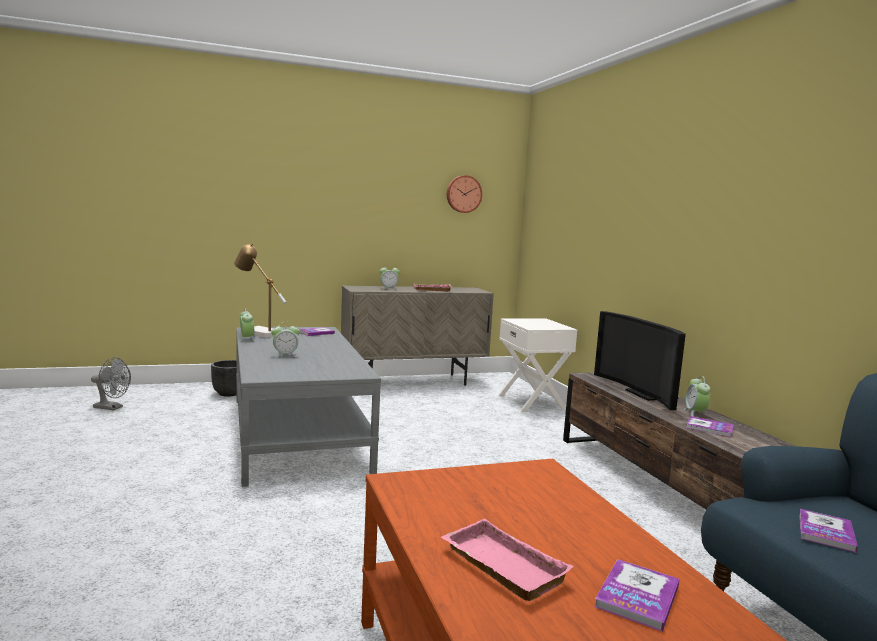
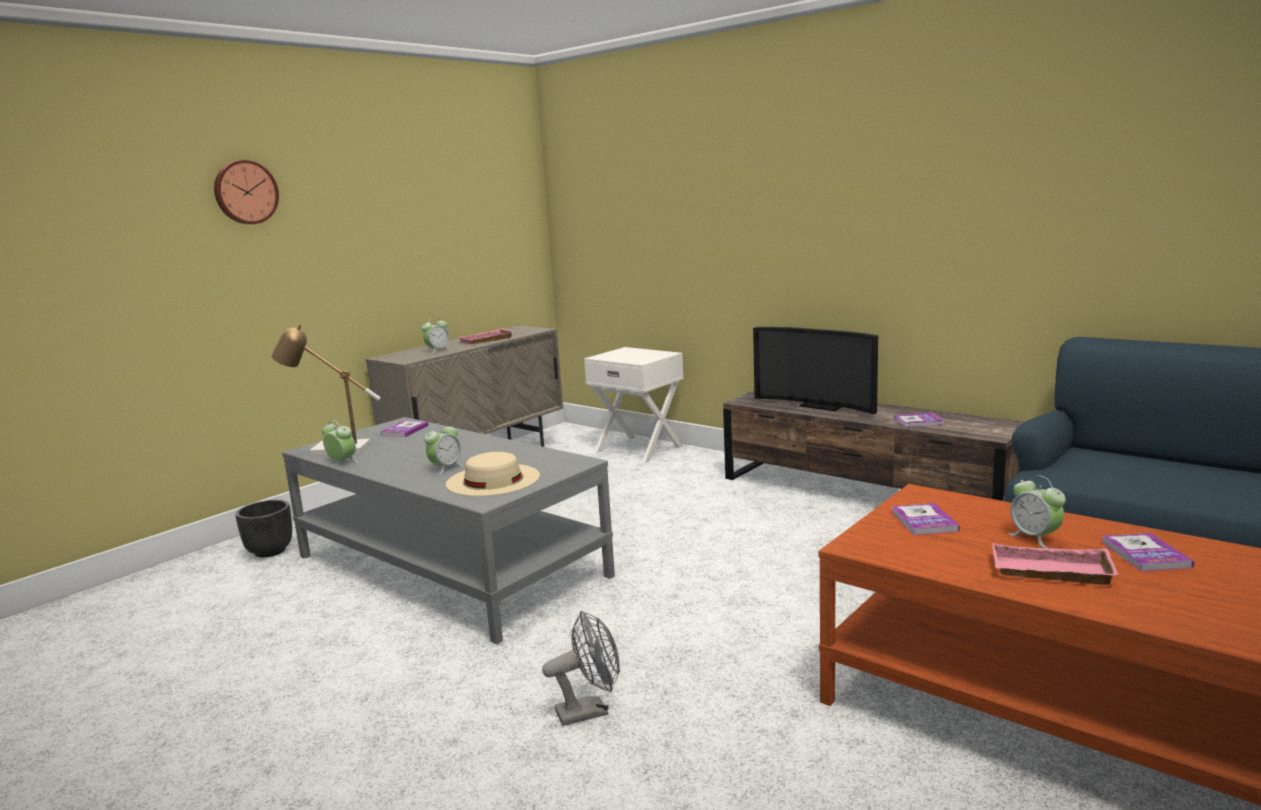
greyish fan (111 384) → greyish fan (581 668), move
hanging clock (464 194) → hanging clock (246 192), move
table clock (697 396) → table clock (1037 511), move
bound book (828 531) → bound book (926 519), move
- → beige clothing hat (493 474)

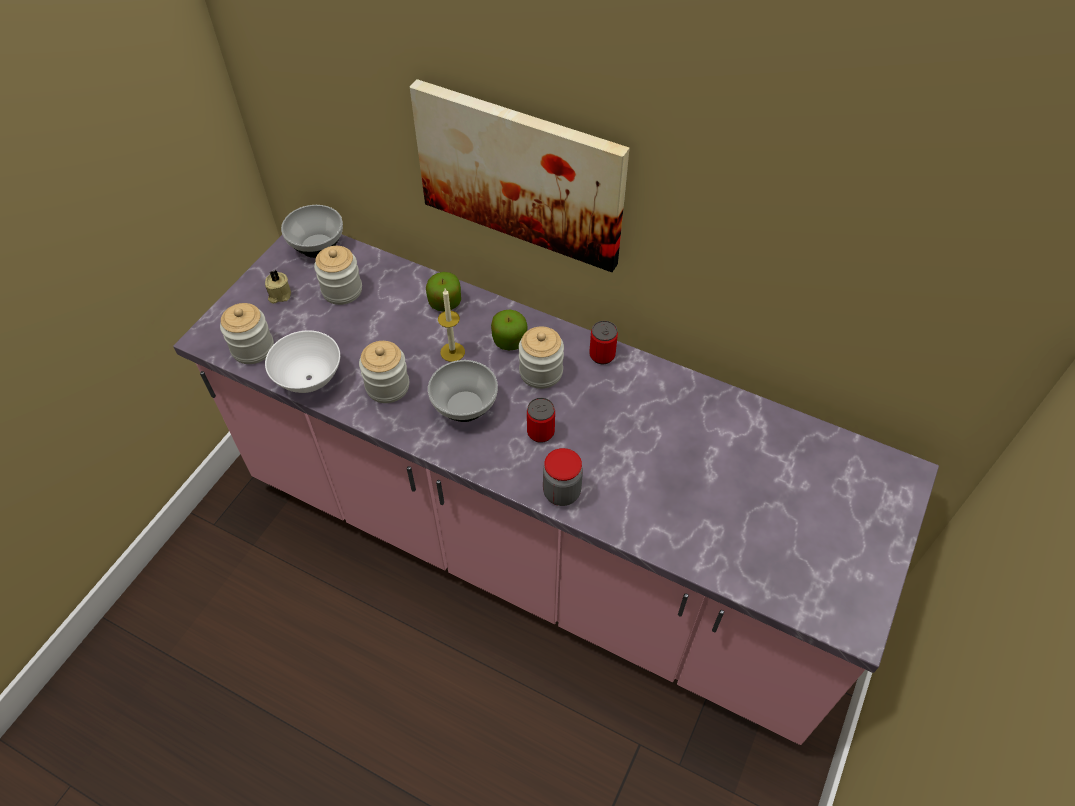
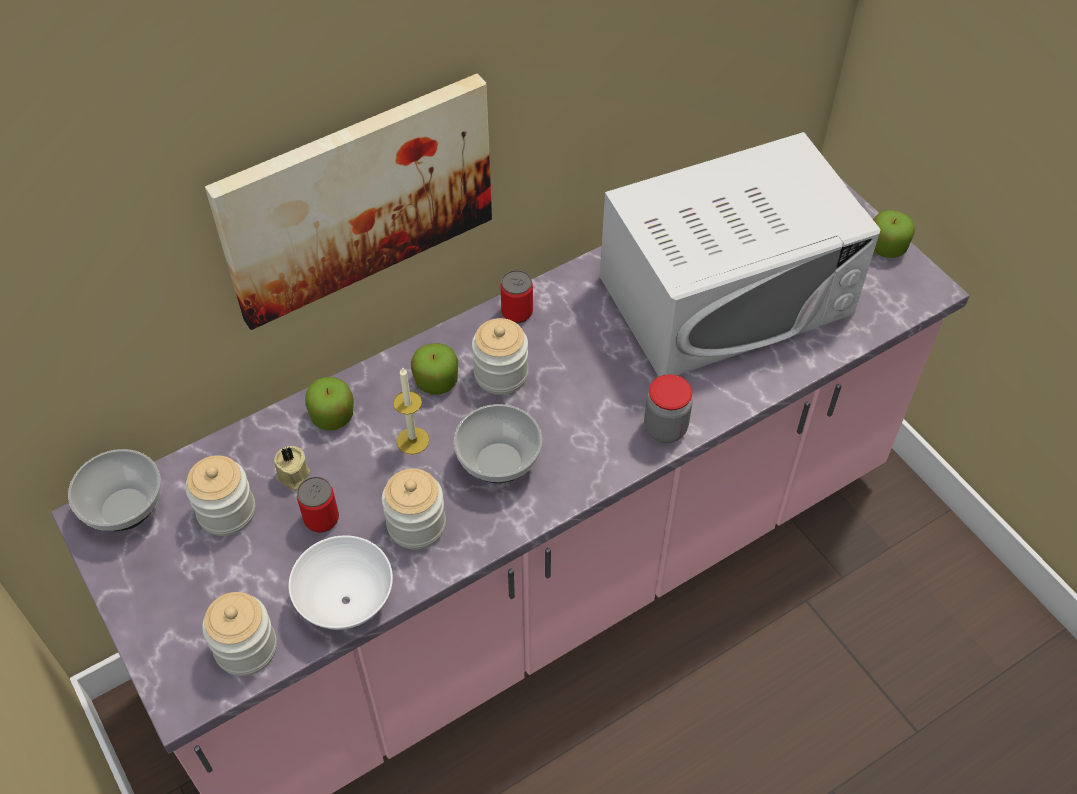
beige wax light (278 287) → beige wax light (292 468), move
metal can (541 420) → metal can (318 505), move
- → white-coloured microwave oven (740 254)
- → apple fruit (894 234)

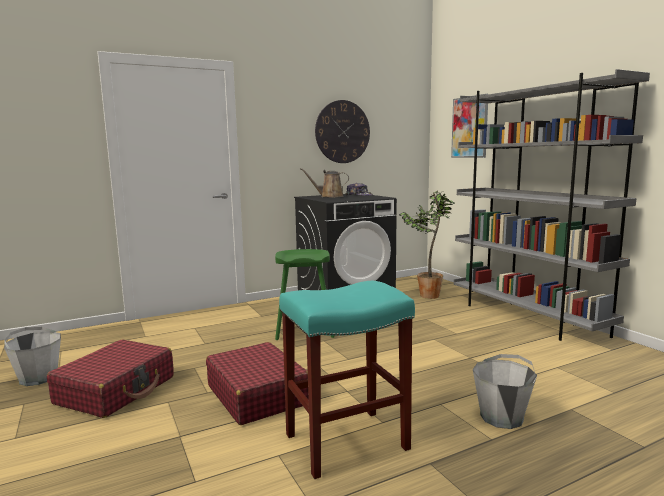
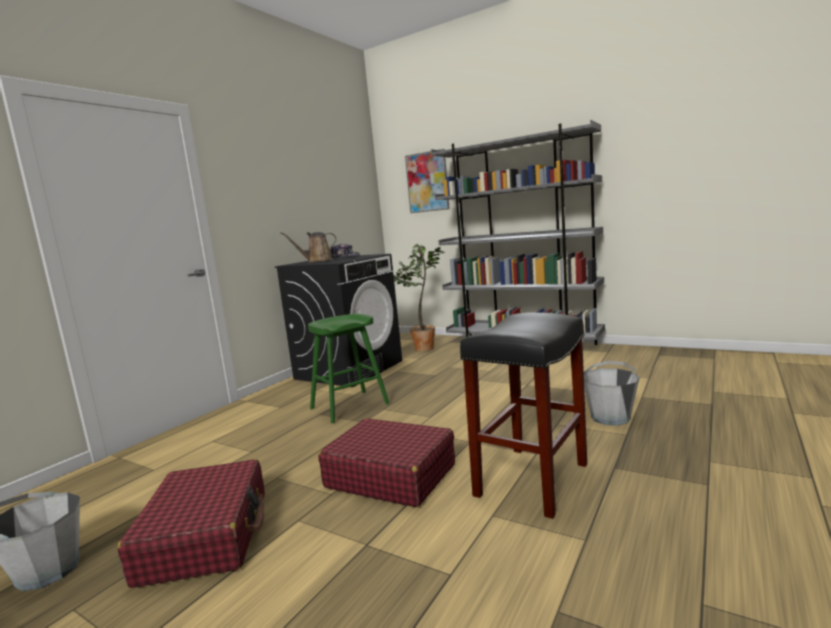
turquoise-coloured sitting stool (347 379) → black-coloured sitting stool (523 415)
hanging clock (342 131) → -

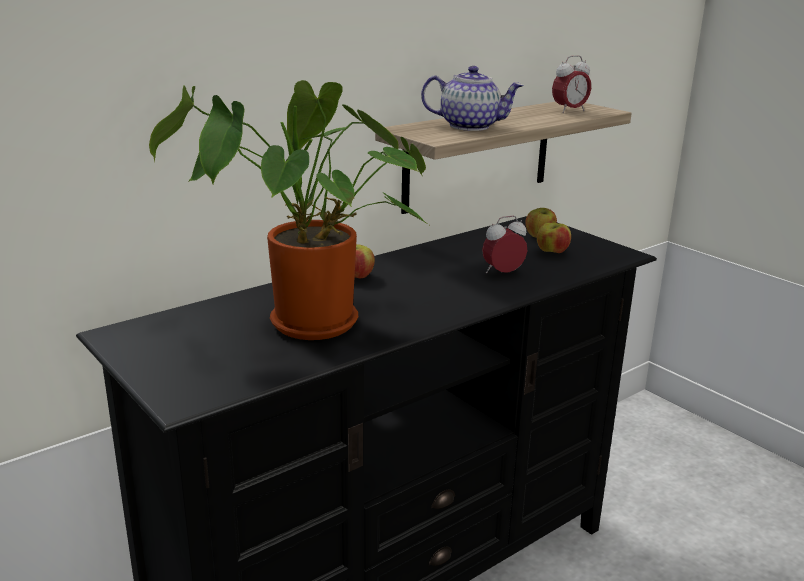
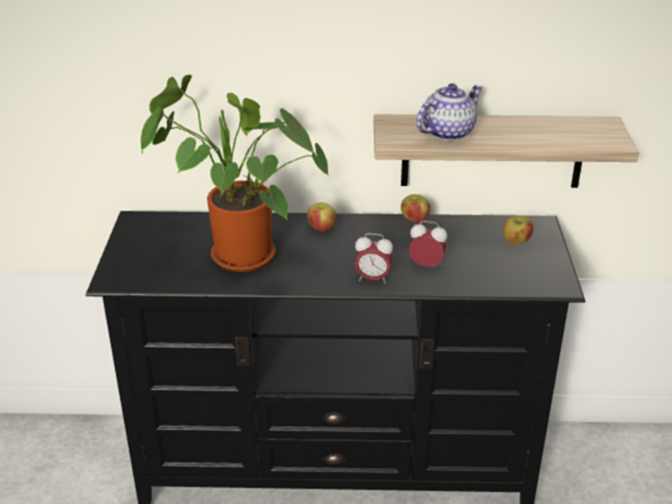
teapot (472 98) → teapot (449 112), 90 degrees counterclockwise
apple fruit (554 238) → apple fruit (415 208), move
table clock (571 84) → table clock (374 258), move

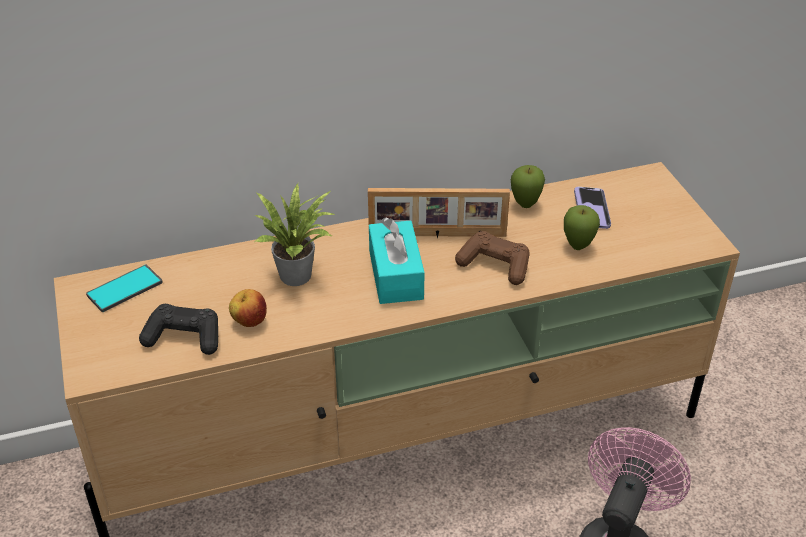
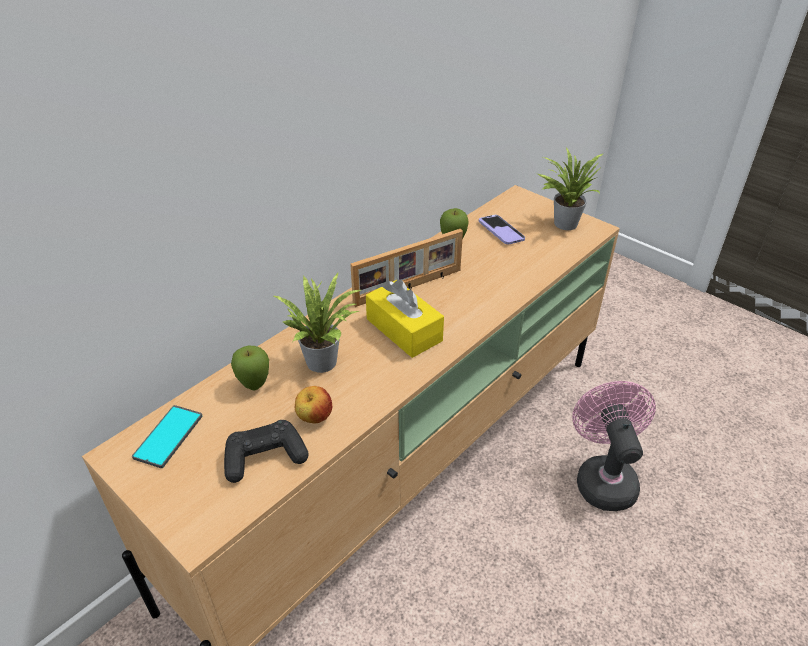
turquoise-coloured tissue box (397 260) → yellow-coloured tissue box (405 318)
brown game controller (492 258) → -
apple fruit (582 227) → apple fruit (250 368), move
- → houseplant (571 189)

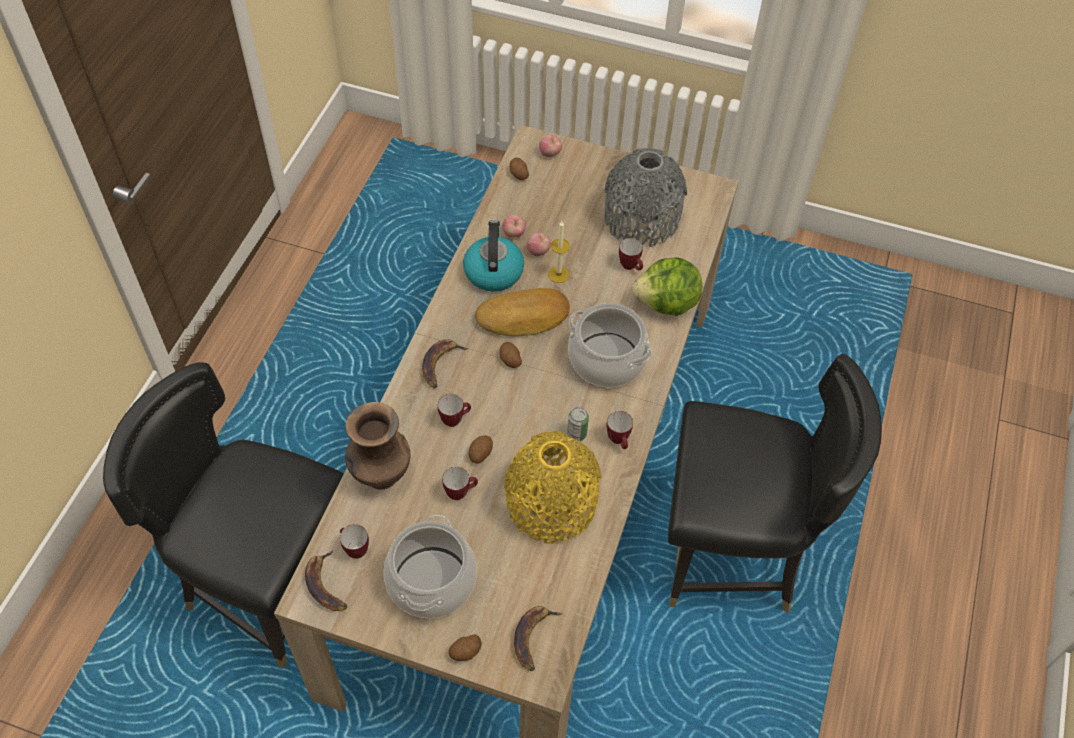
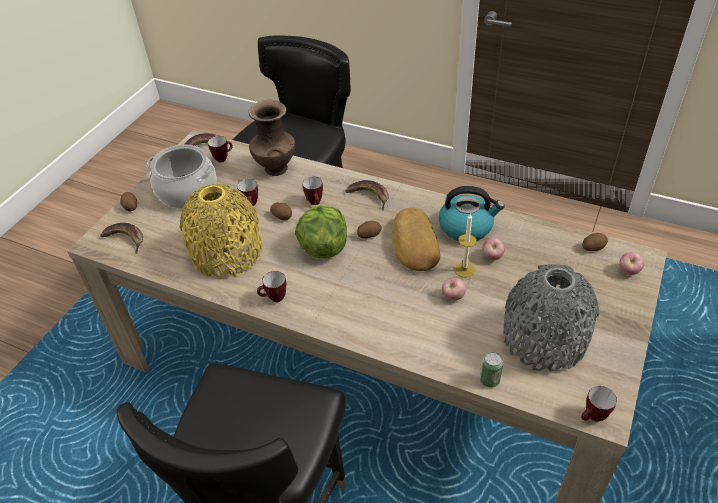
apple fruit (514 226) → apple fruit (454 289), move
metal can (578 424) → metal can (491 370), move
stockpot (610 345) → -
coffee mug (631 254) → coffee mug (599 404), move
lettuce head (667 286) → lettuce head (321 231), move

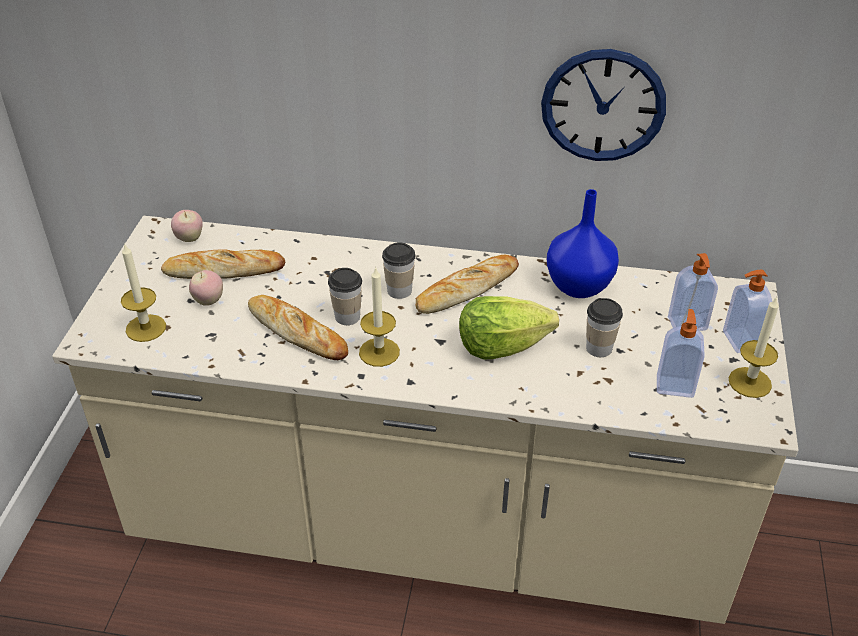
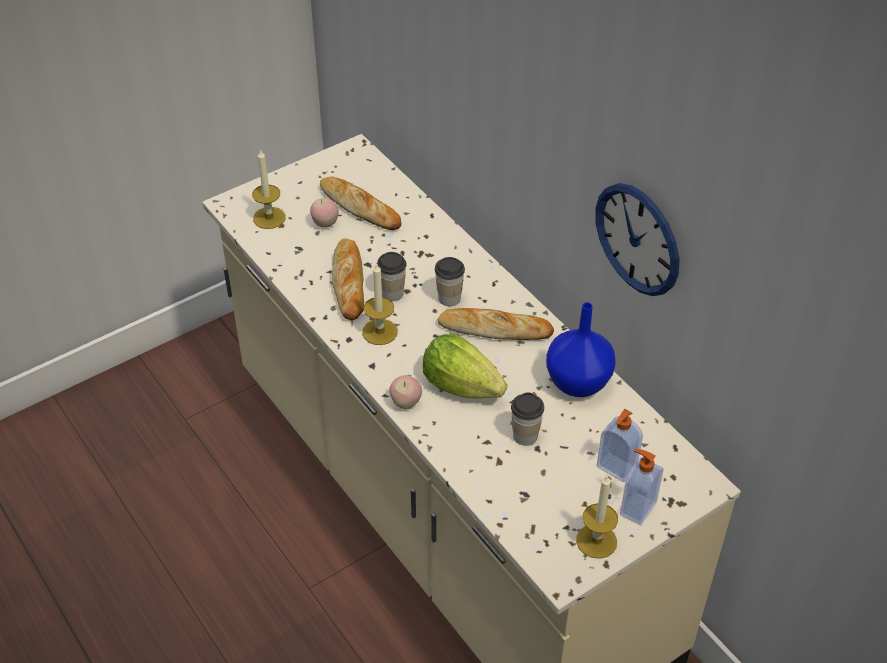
apple fruit (187 226) → apple fruit (405 392), move
liquid soap bottle (681 353) → -

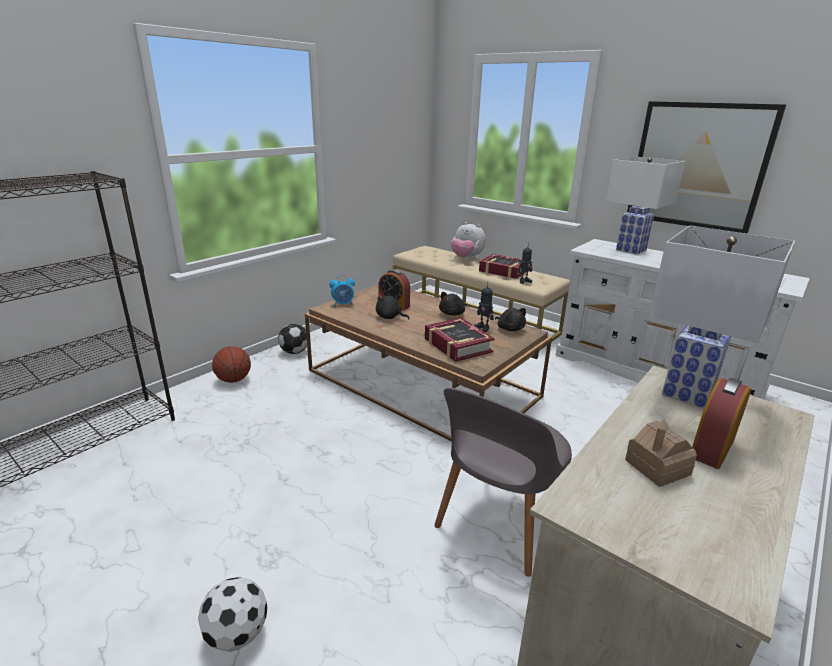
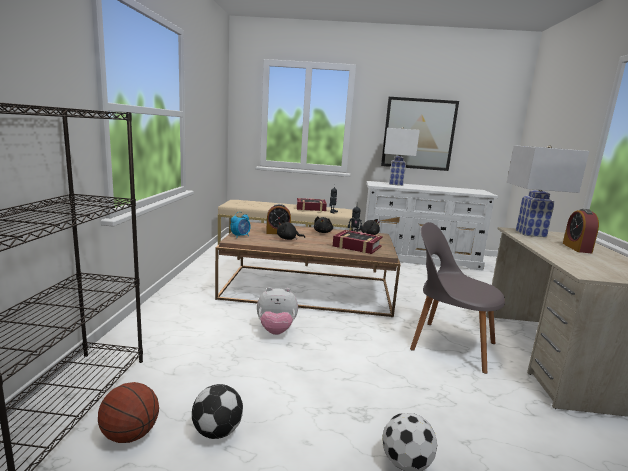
basketball ball (231 364) → basketball ball (128 412), move
football ball (292 339) → football ball (217 411), move
greyish upright chair (503 482) → greyish upright chair (457 298), 120 degrees clockwise
plush toy (468 240) → plush toy (277 311), move
model house (661 453) → -

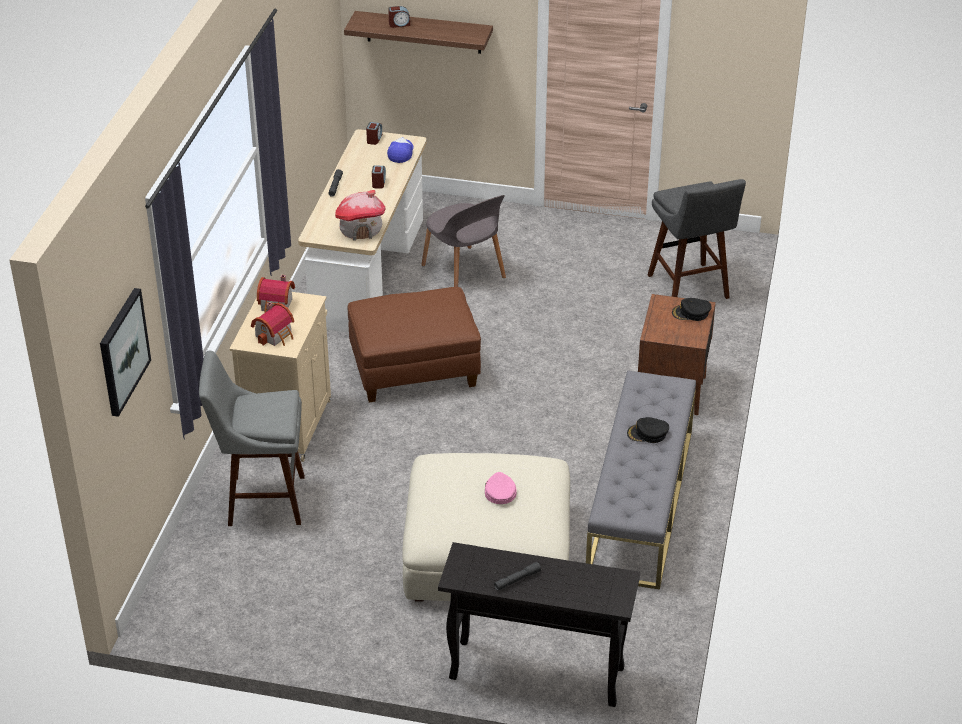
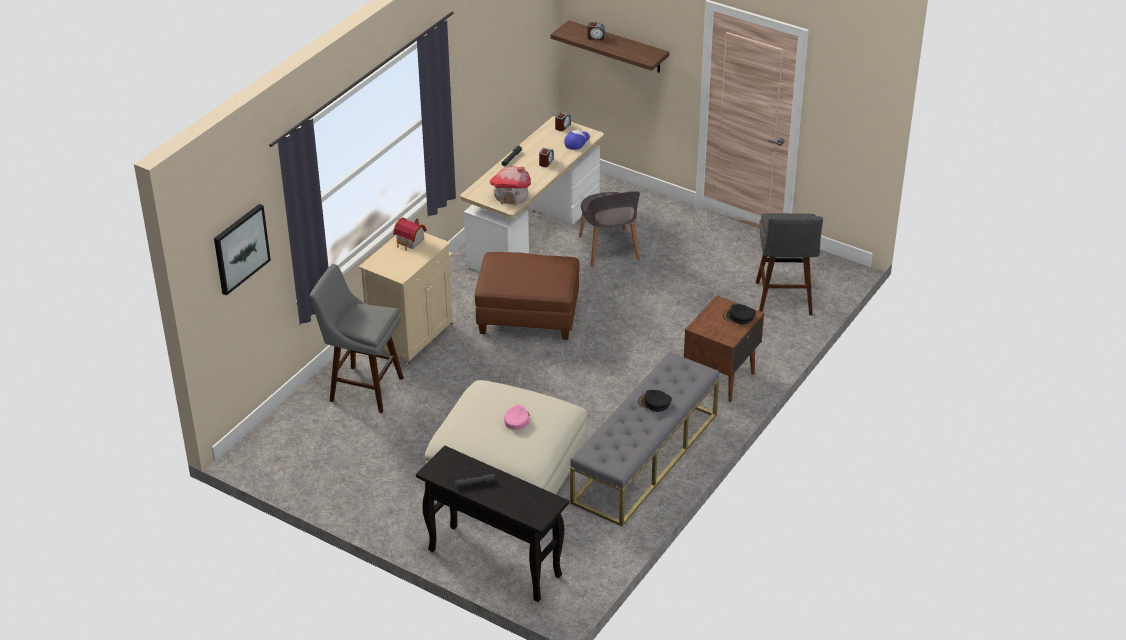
model house (272 324) → -

